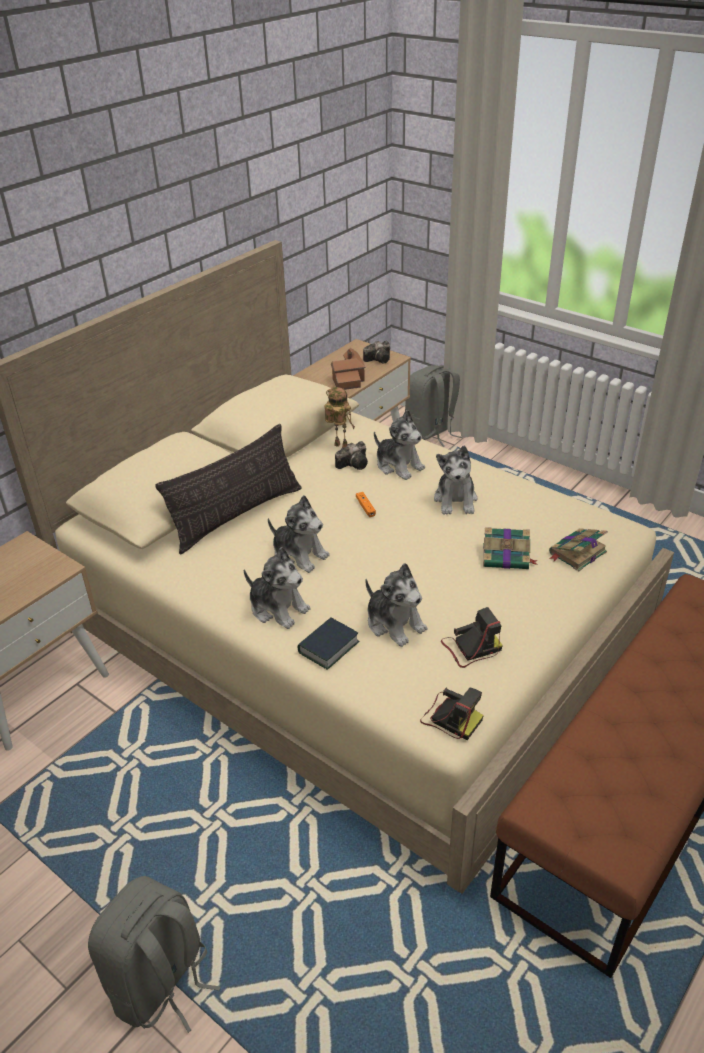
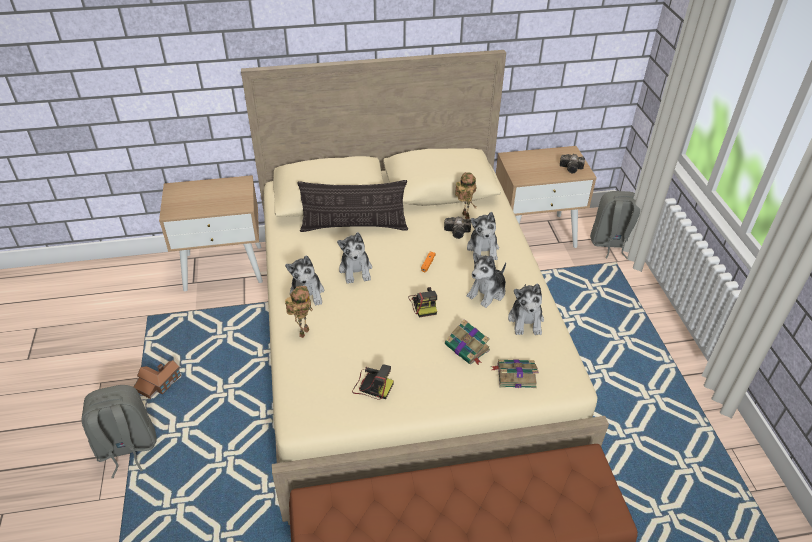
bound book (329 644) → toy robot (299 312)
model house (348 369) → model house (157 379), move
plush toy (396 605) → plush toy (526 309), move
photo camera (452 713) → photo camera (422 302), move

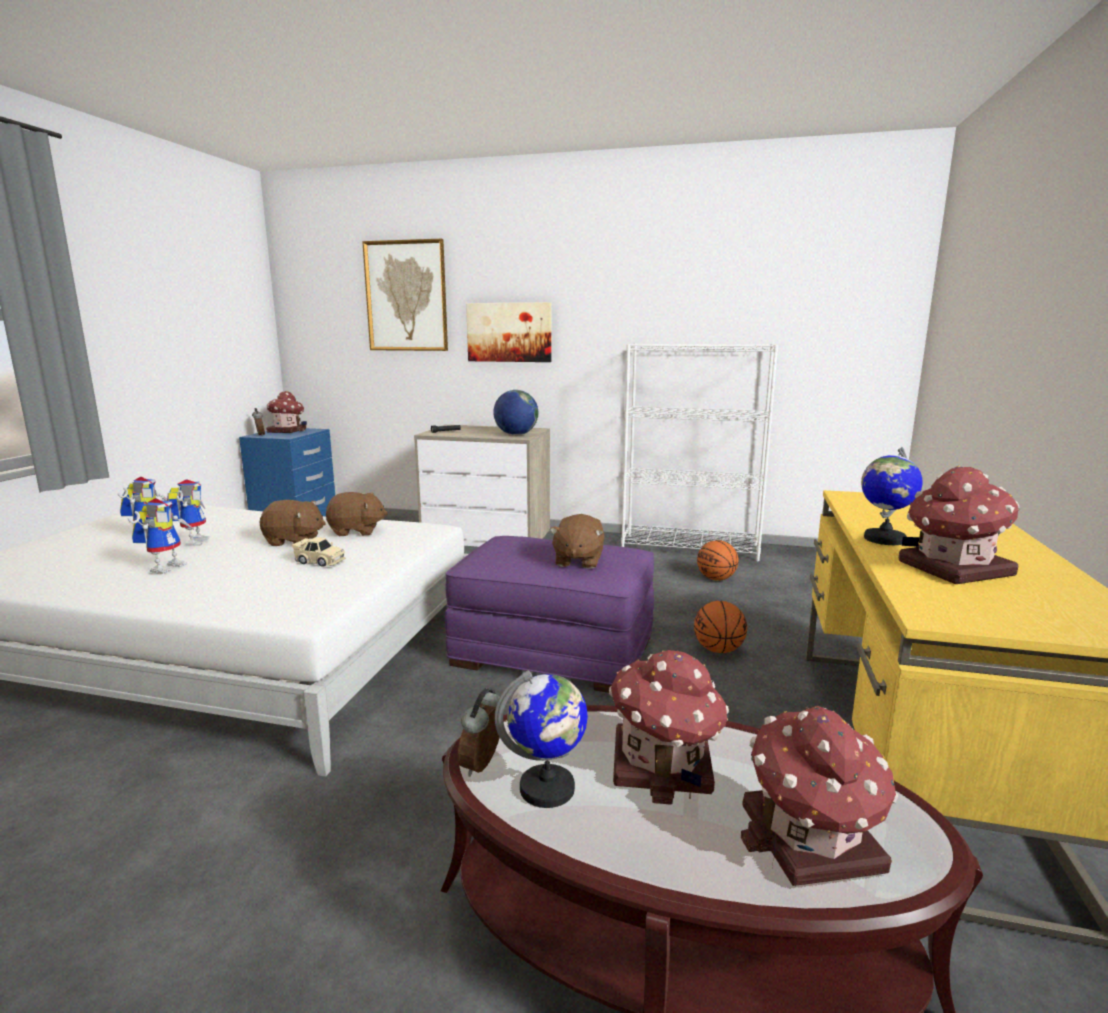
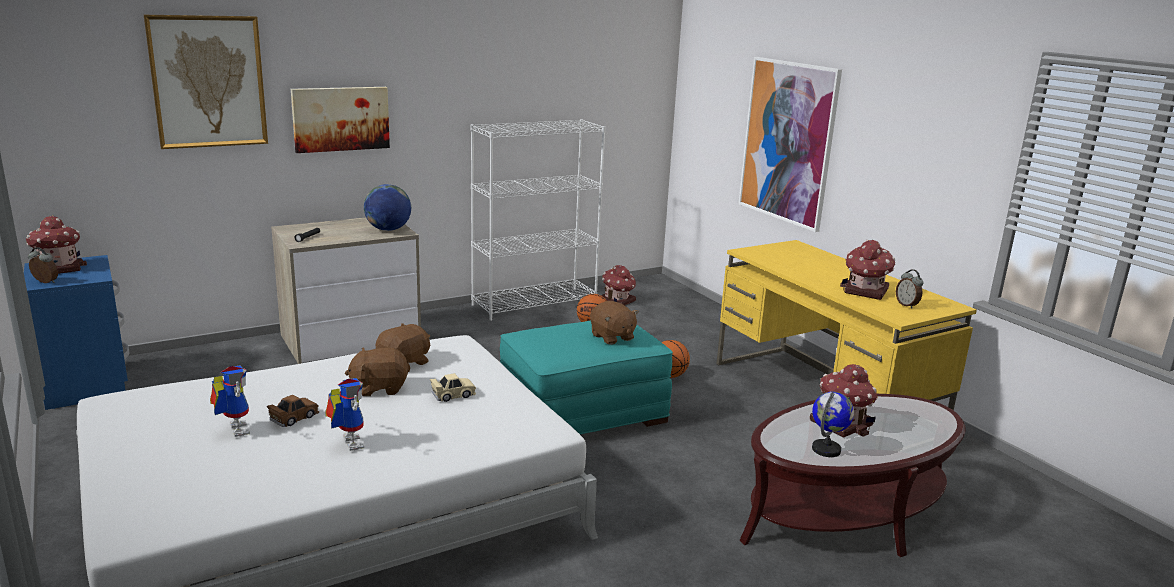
toy robot (188 512) → brown model car (293 411)
brown plush toy (292 523) → brown plush toy (377 371), 150 degrees counterclockwise
purplish footrest (549 614) → turquoise-coloured footrest (586 377)
table clock (479 732) → table clock (910 289), move
model house (819 796) → model house (618 285), move
globe (892 496) → -
- → wall art (790 144)

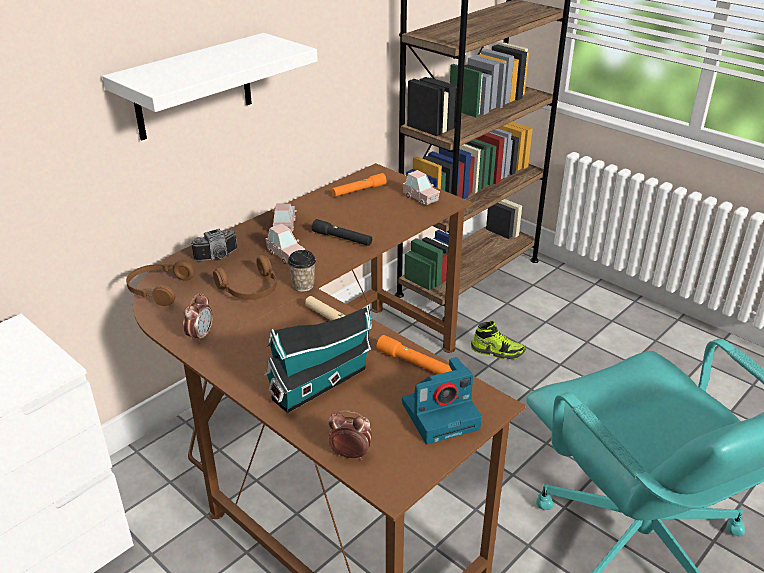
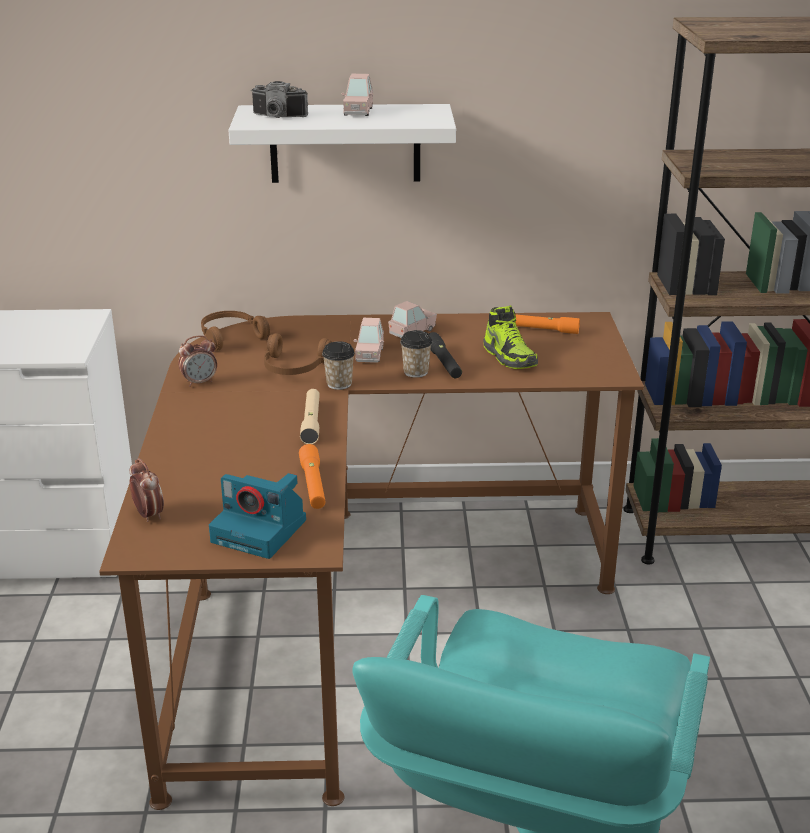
photo camera (214 245) → photo camera (279 99), move
model house (317 359) → -
pinkish model car (421 187) → pinkish model car (357 95), move
item of footwear (498 340) → item of footwear (510 337), move
- → small cup (416 354)

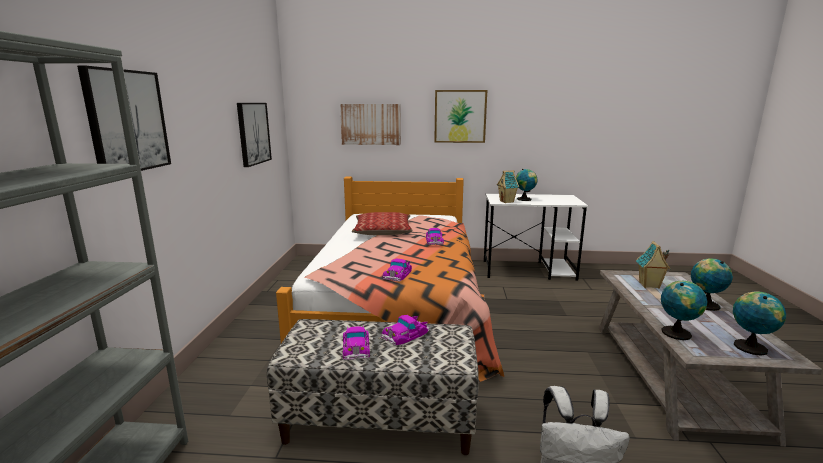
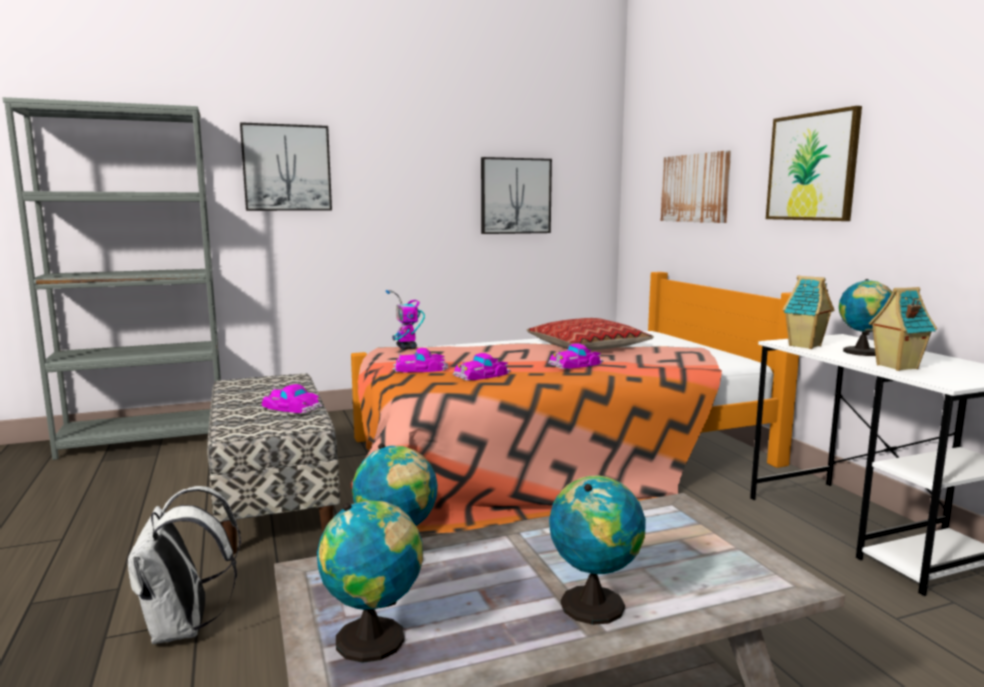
model car (356 343) → model car (482 367), move
model house (653 265) → model house (903 329), move
- → toy robot (405 319)

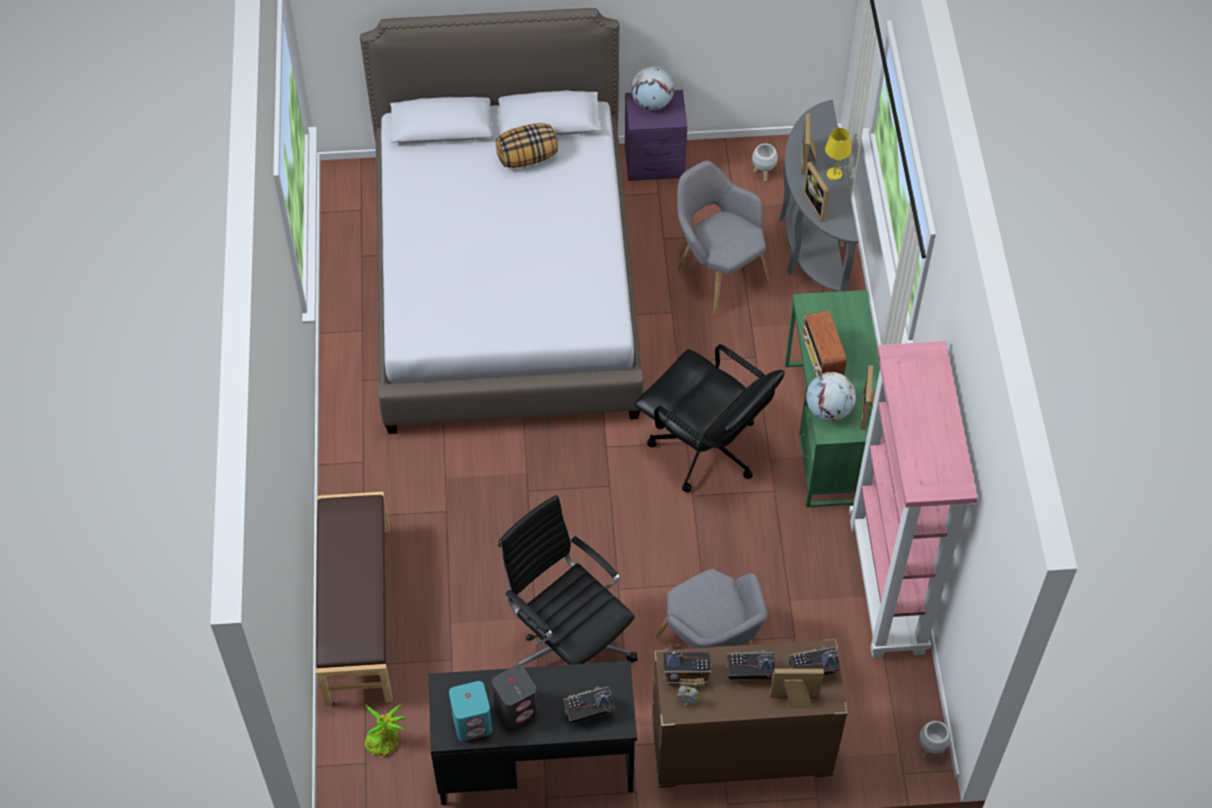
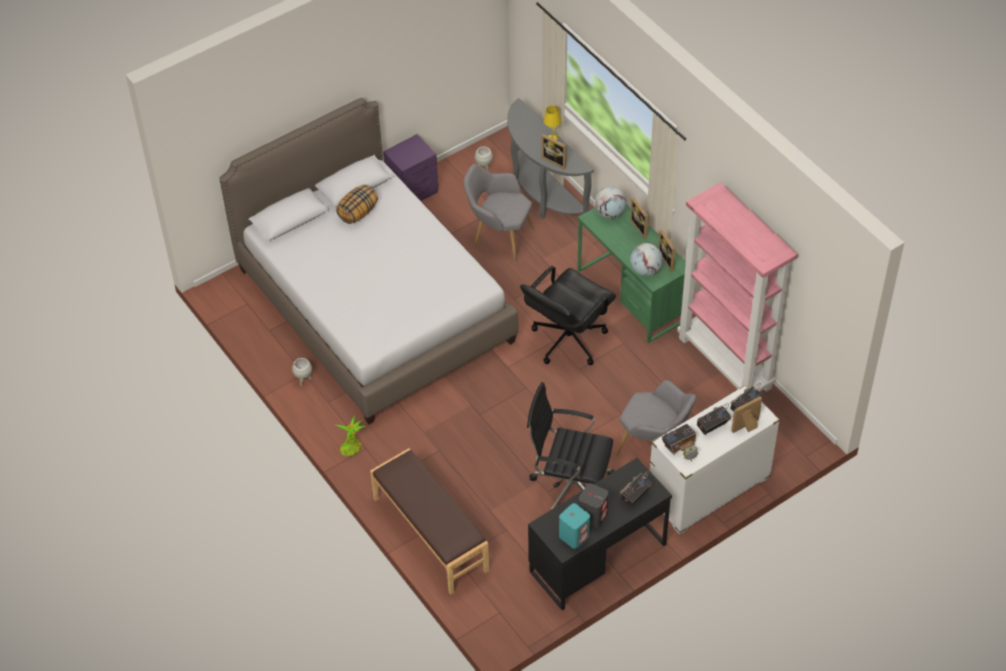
houseplant (386 730) → houseplant (350 436), move
globe (652 88) → globe (611 202), move
black-coloured desk chair (710 418) → black-coloured desk chair (568 315), 120 degrees clockwise
brown chest of drawers (749 713) → white-coloured chest of drawers (715 459)
picture frame (809 144) → picture frame (639 218), move
radio (824 343) → -
white-coloured plant pot (935 739) → white-coloured plant pot (302 372), move

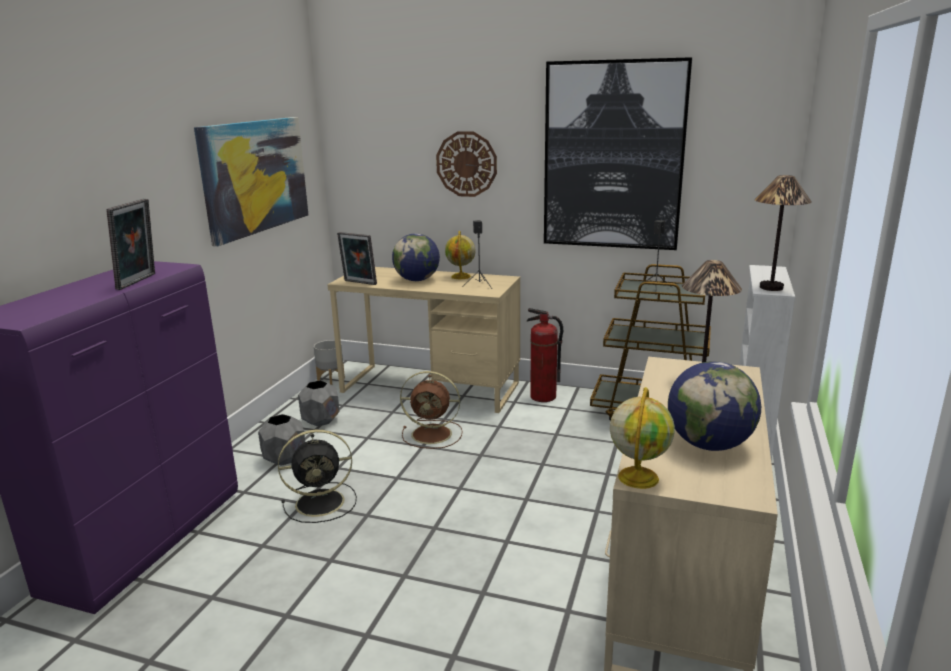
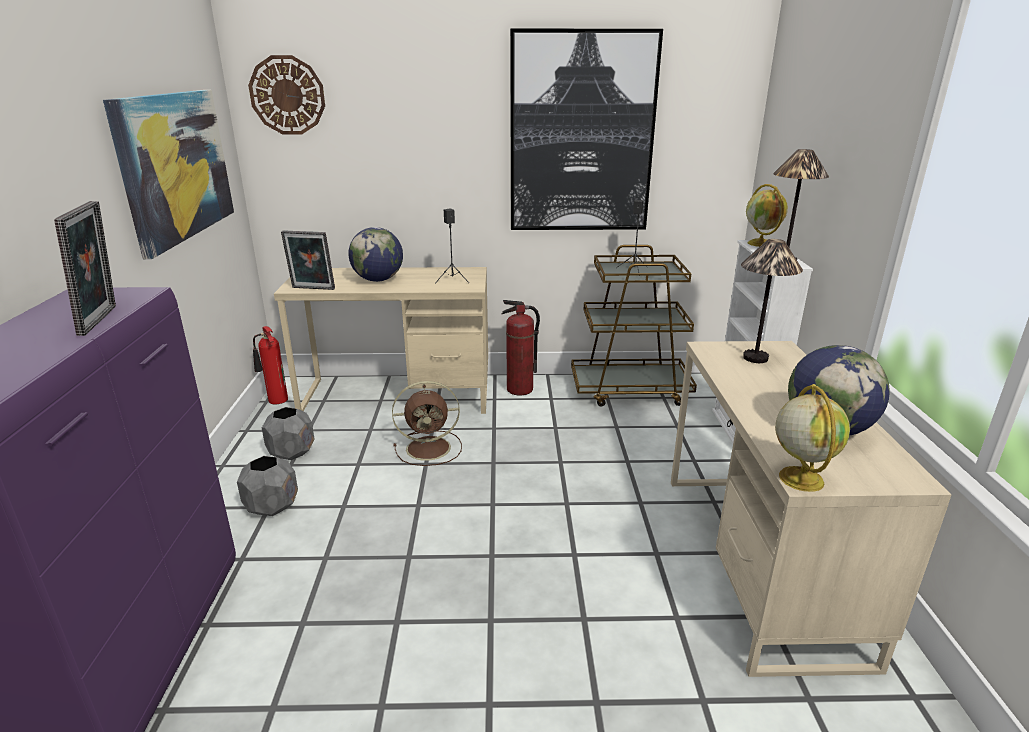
black-coloured fan (317 476) → -
greyish plant pot (329 362) → fire extinguisher (270 365)
hanging clock (466 164) → hanging clock (286 95), move
globe (460 255) → globe (767 215), move

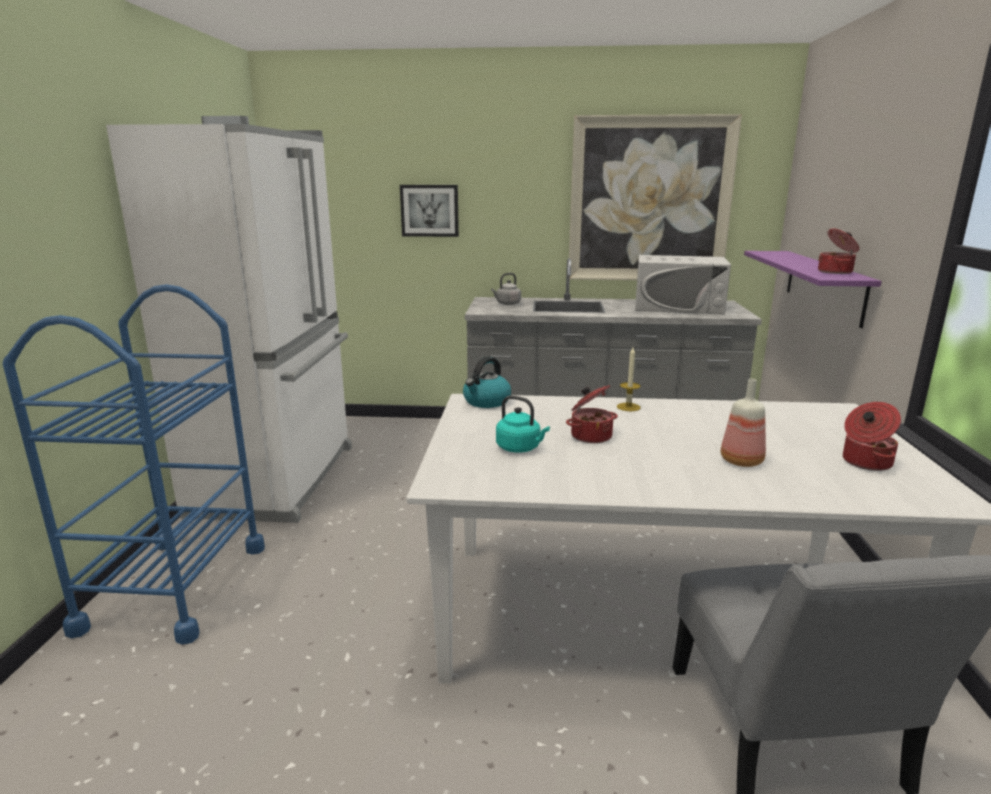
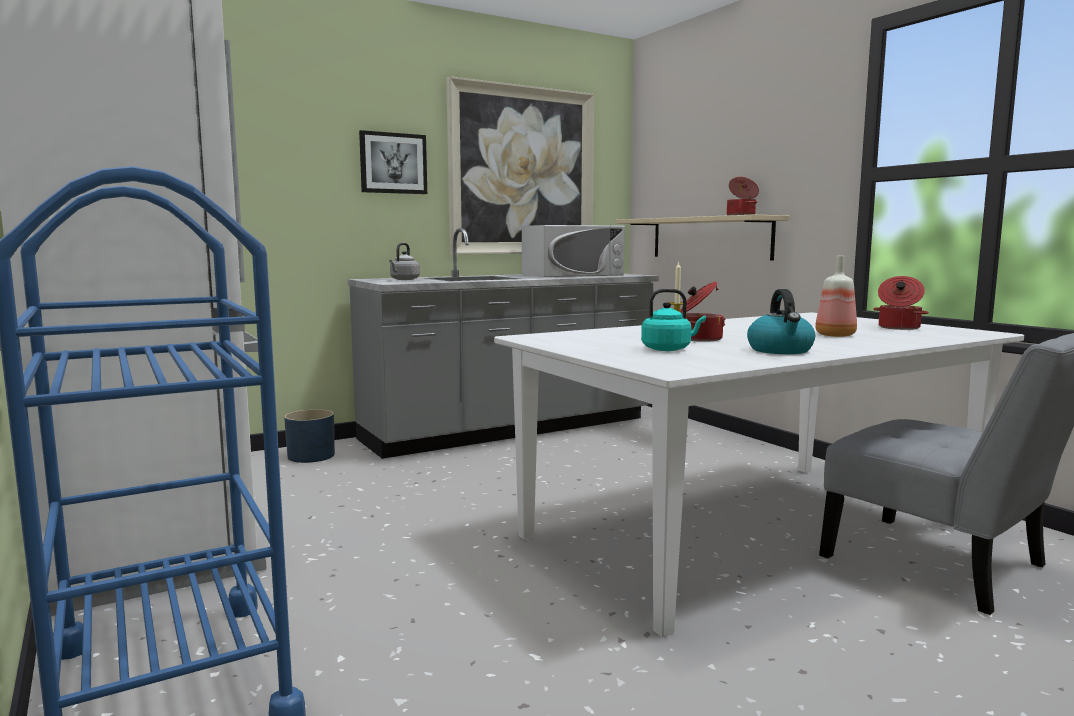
wall art (429 211) → wall art (393 162), move
water kettle (487 382) → water kettle (781 321), move
purplish bracket shelf (813 289) → beige bracket shelf (702 237)
- → blue plant pot (309 436)

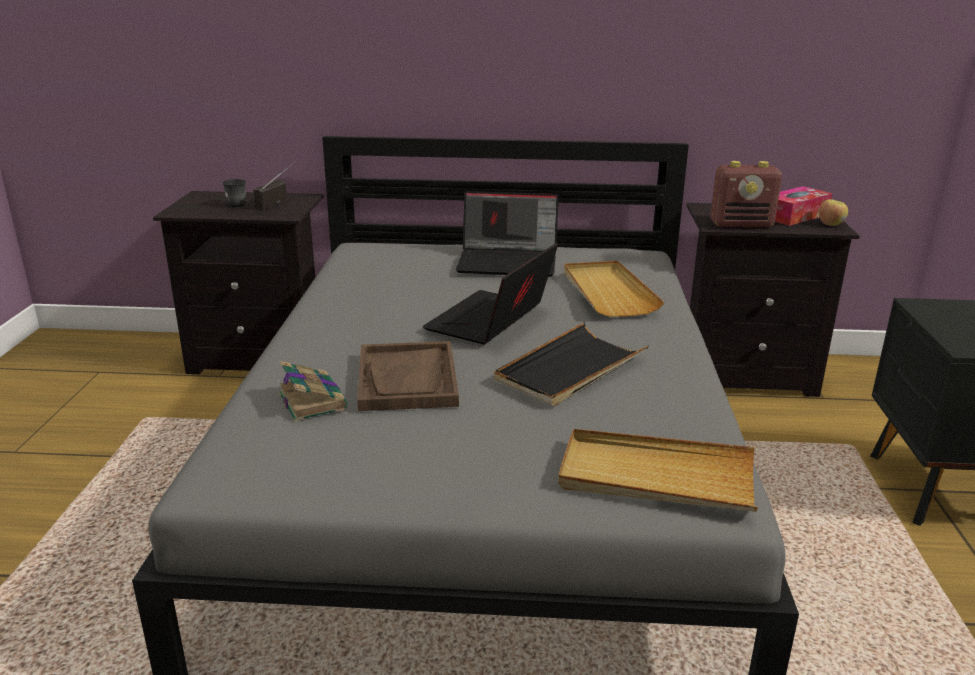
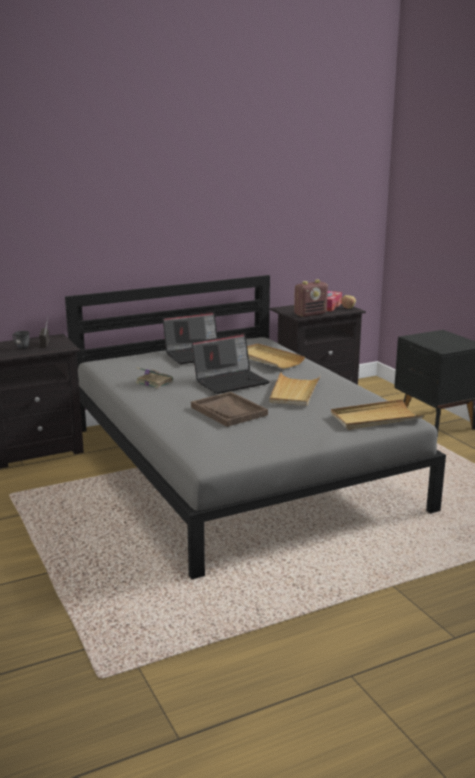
bound book (313 391) → bound book (154 377), move
laptop (490 293) → laptop (230 363), 120 degrees counterclockwise
black-coloured tray (571 364) → beige tray (295 389)

